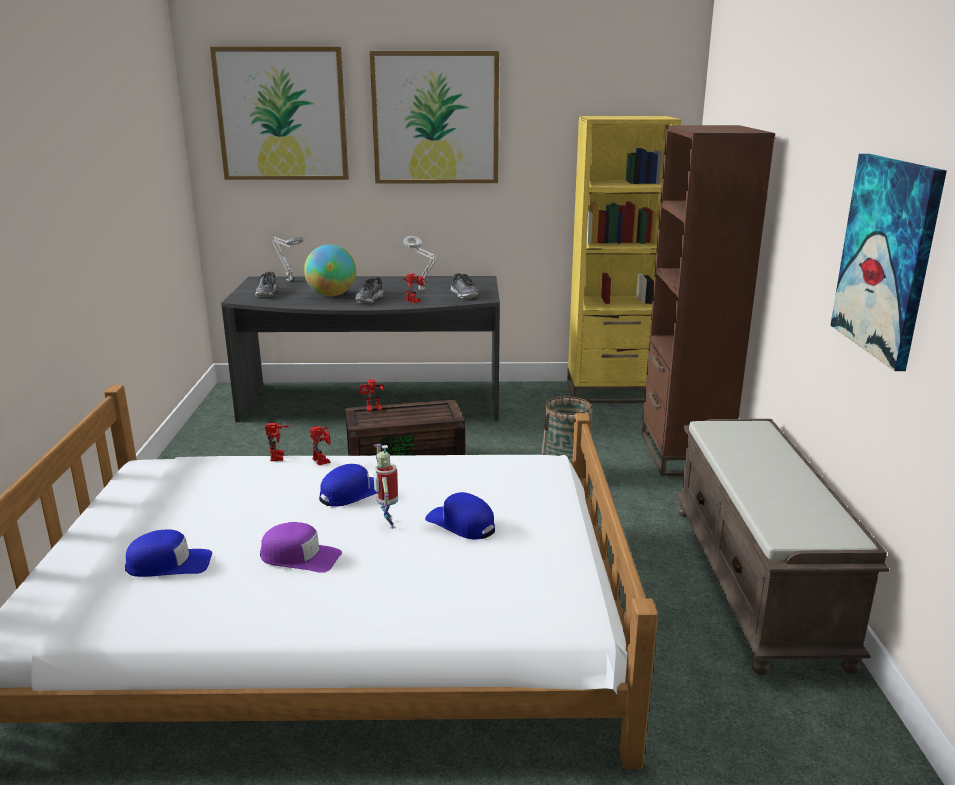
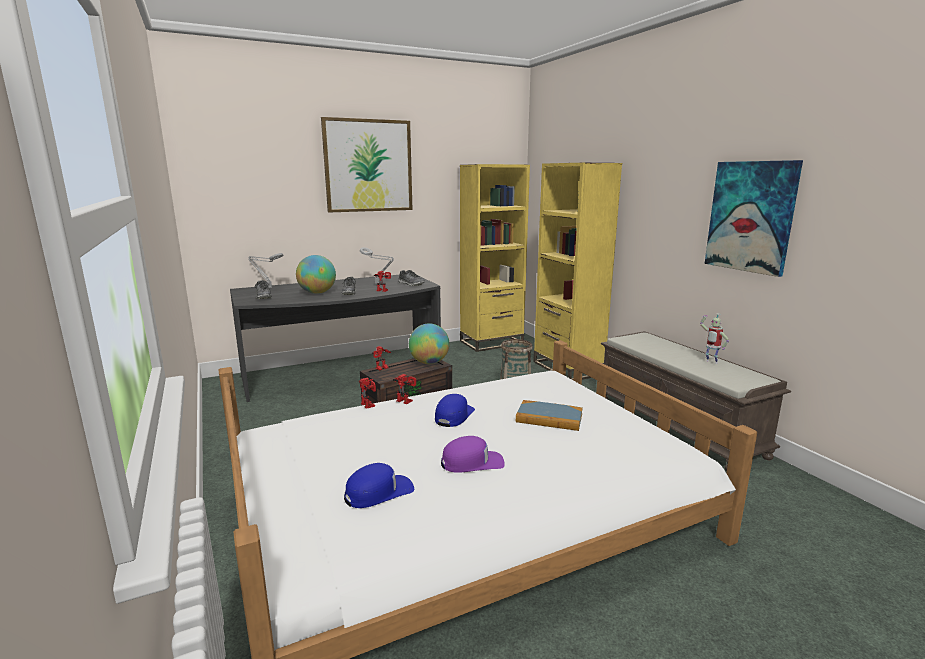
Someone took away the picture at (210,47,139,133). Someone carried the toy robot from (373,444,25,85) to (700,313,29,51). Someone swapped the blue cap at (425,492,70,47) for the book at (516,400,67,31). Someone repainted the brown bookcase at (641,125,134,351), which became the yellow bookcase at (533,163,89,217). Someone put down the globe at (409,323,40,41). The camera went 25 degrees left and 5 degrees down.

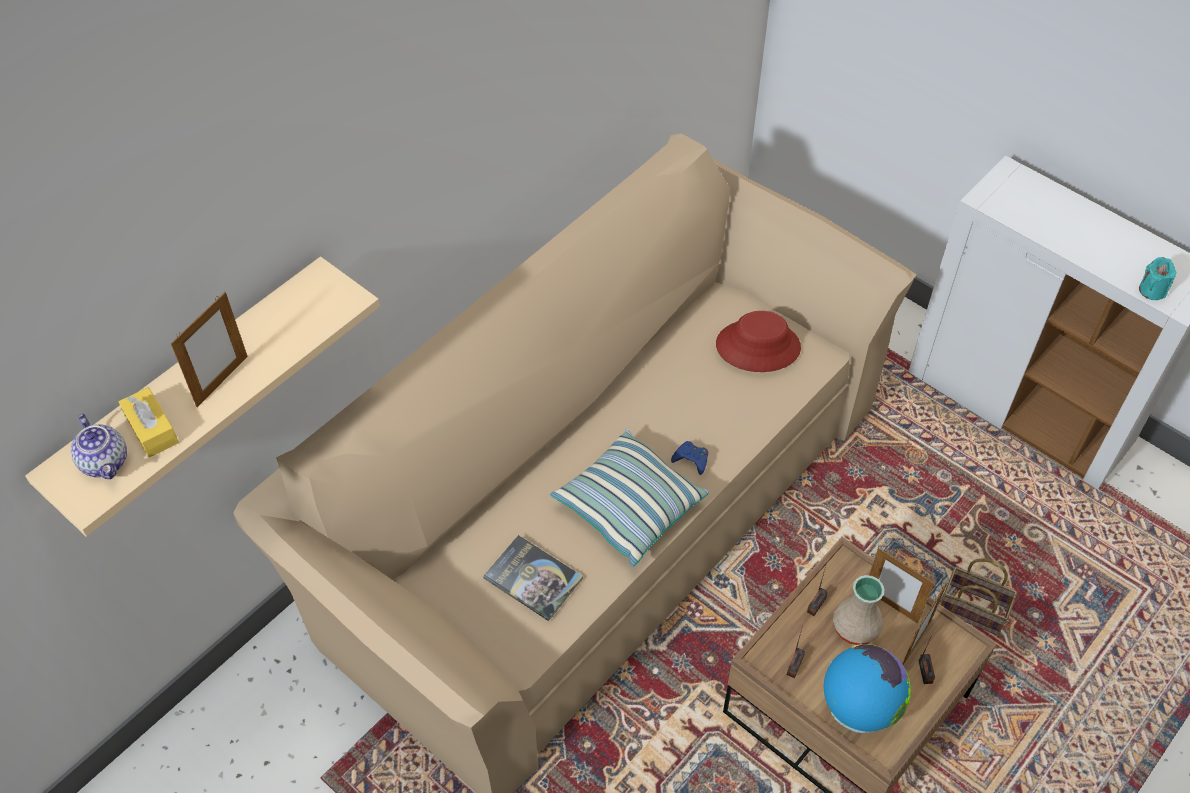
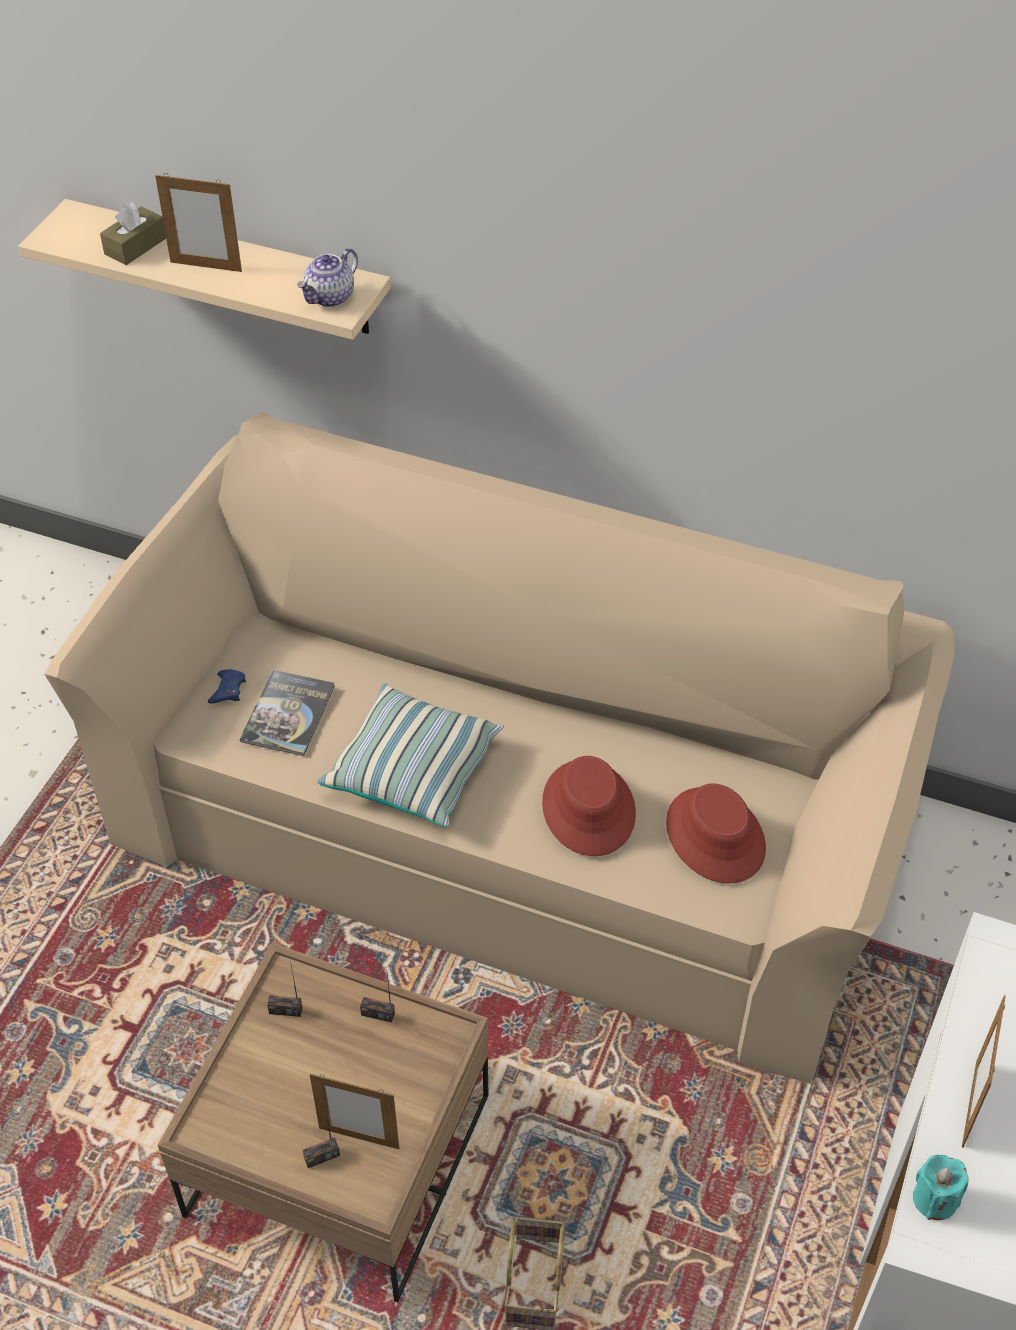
Someone carried the teapot from (71,414,56,65) to (297,248,61,59). Someone repainted the yellow tissue box at (119,387,60,71), which became the brown tissue box at (100,202,66,63). Someone carried the blue game controller from (671,441,37,34) to (208,669,38,34). Someone took away the globe at (824,644,87,89). Someone took away the beige vase at (833,575,51,70). Someone carried the picture frame from (869,548,65,75) to (962,995,44,152). Someone put down the red hat at (542,756,94,100). The camera went 70 degrees right and 5 degrees down.

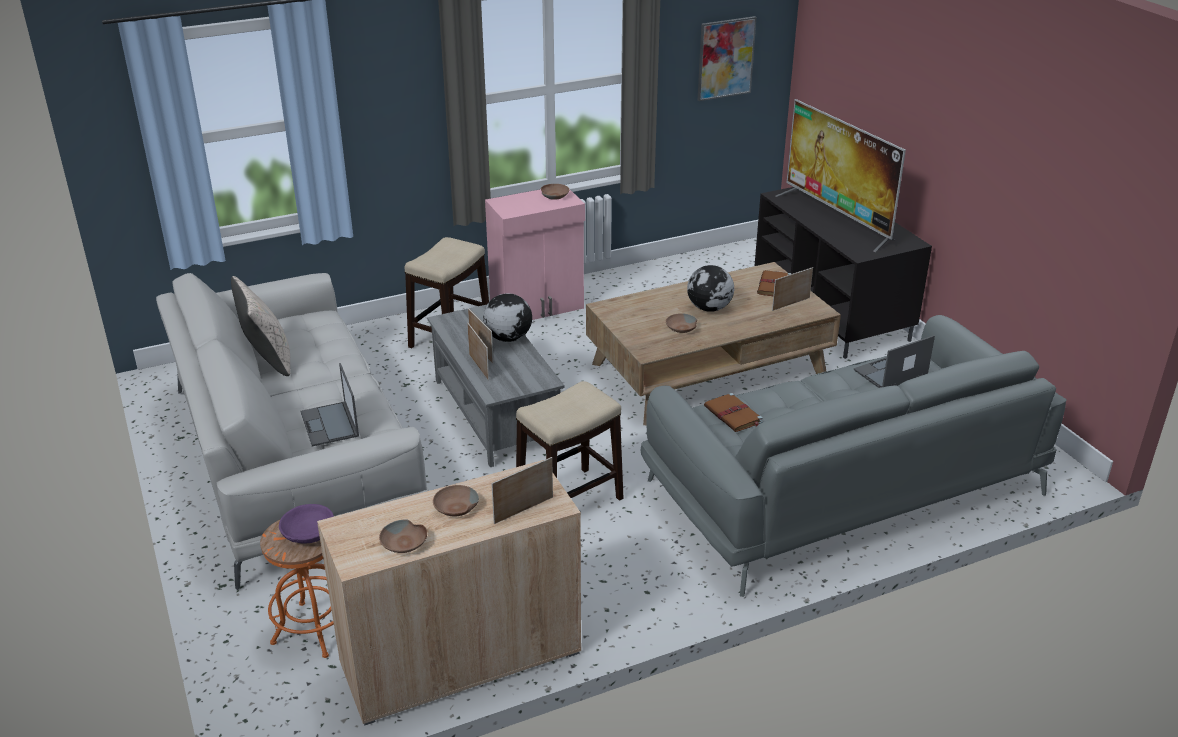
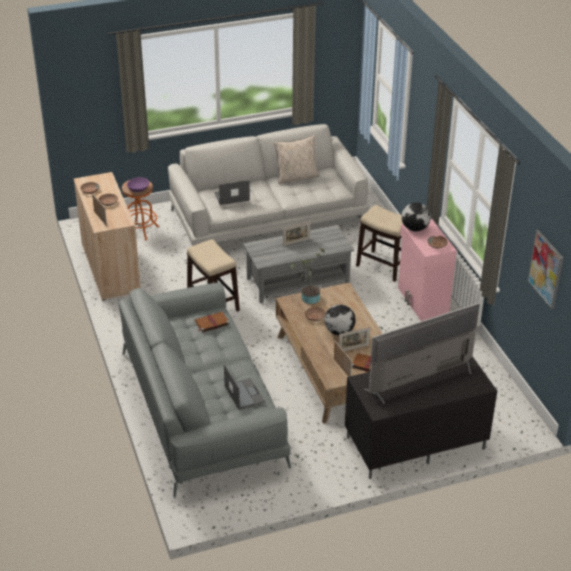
Someone carried the picture frame from (467,323,22,58) to (339,327,31,24). Someone carried the globe from (483,293,49,49) to (401,202,30,29). Someone put down the potted plant at (290,248,35,56). The camera went 95 degrees right and 5 degrees up.

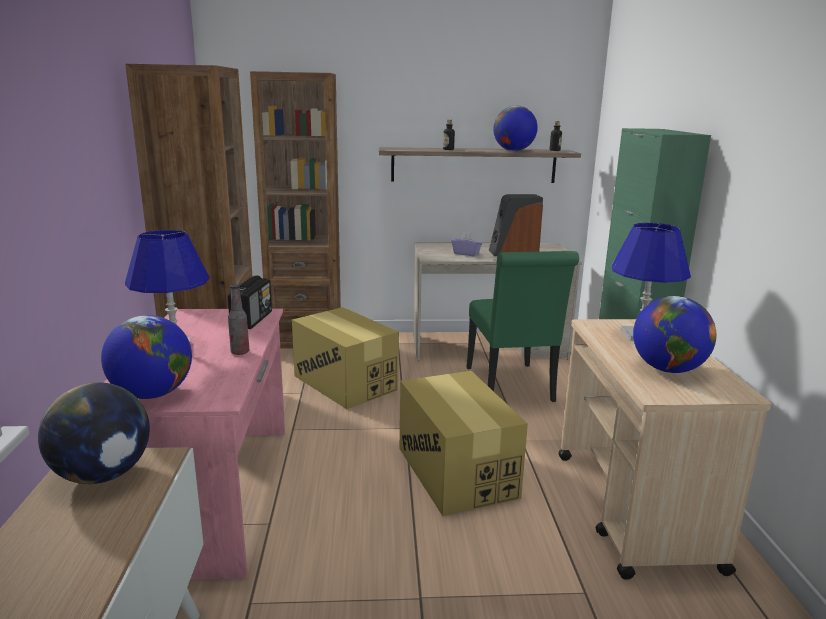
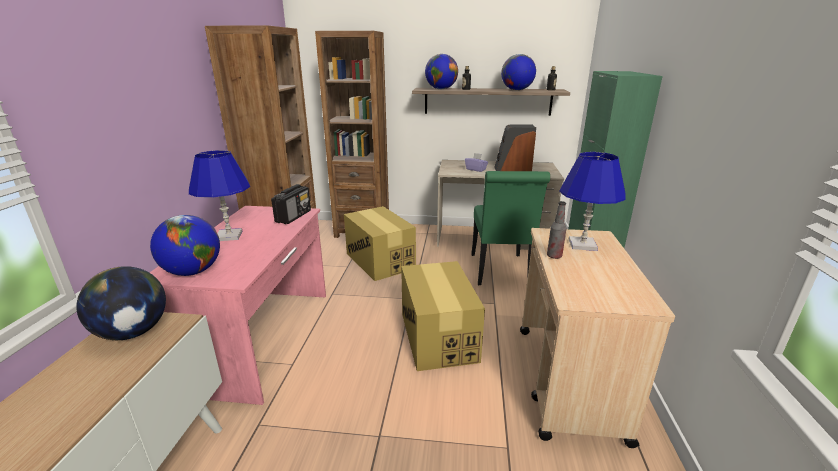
Someone carried the bottle from (228,284,21,71) to (547,201,20,58). Someone carried the globe from (633,296,83,77) to (425,54,33,35). The camera went 10 degrees right and 5 degrees up.

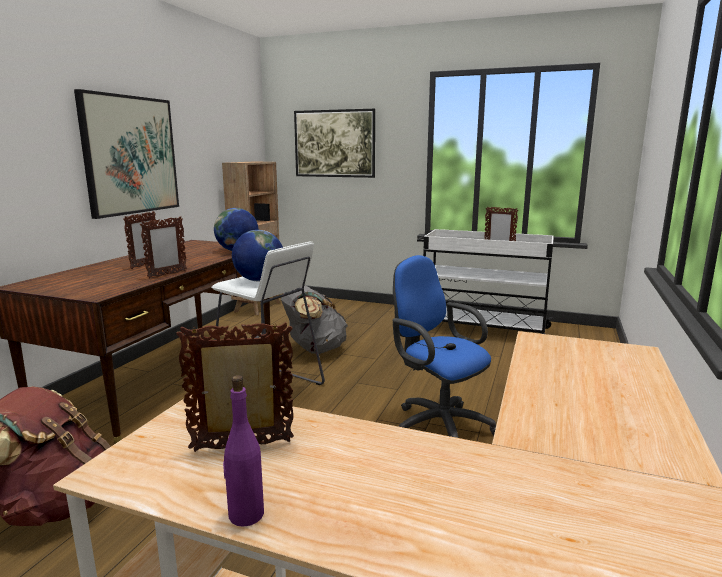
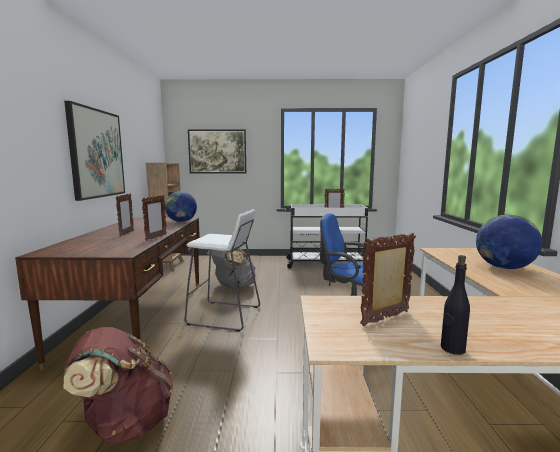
Someone repainted the purple bottle at (223,375,41,152), which became the black bottle at (441,255,29,100). Someone carried the globe from (232,230,51,51) to (476,215,66,54). The camera went 20 degrees left and 5 degrees down.

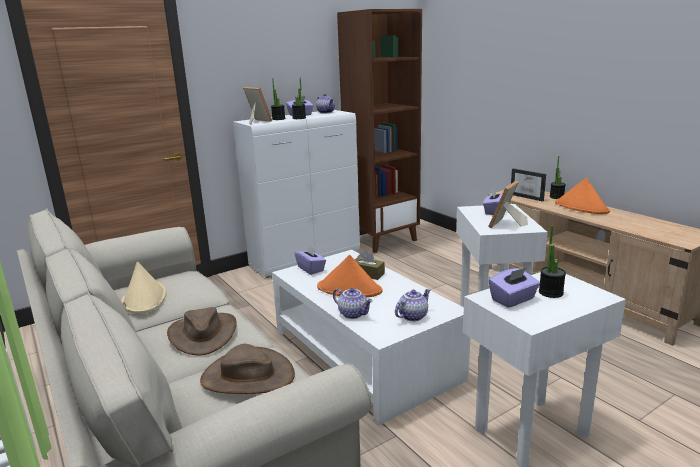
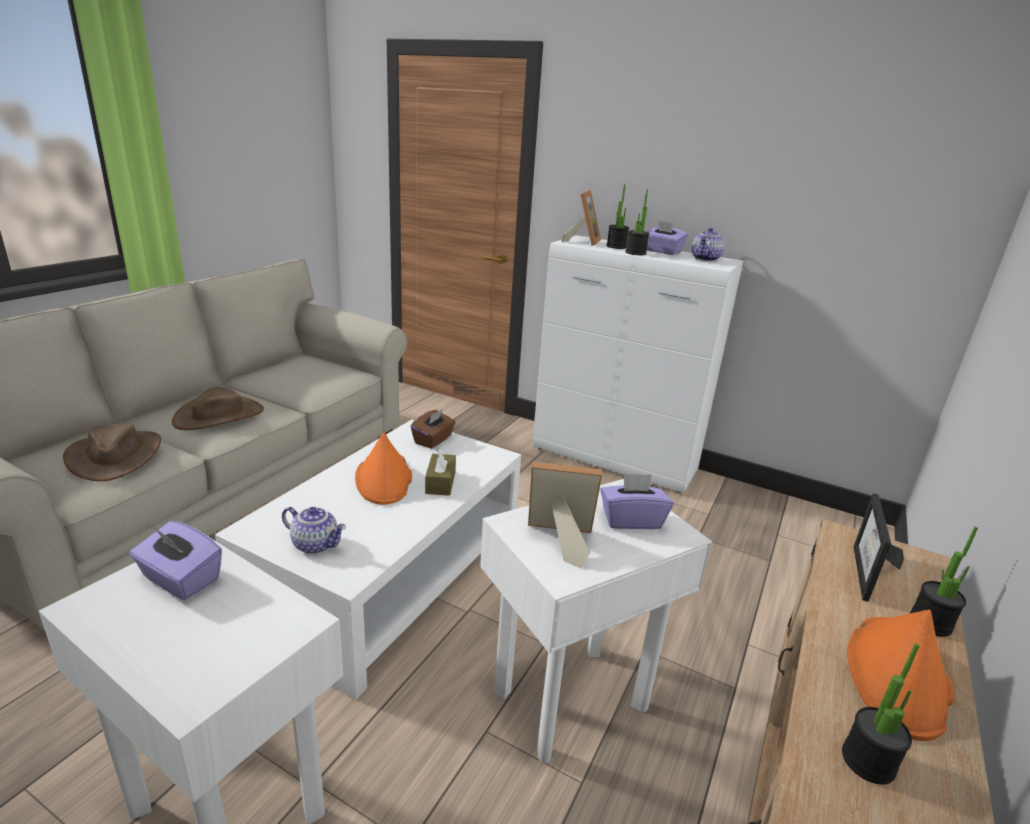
Someone took away the beige hat at (122,261,44,53). Someone repainted the purple tissue box at (295,245,31,30), which became the brown tissue box at (411,409,44,40). Someone took away the teapot at (333,288,40,31). Someone took away the brown bookcase at (337,9,85,244). Someone carried the potted plant from (539,225,27,73) to (842,643,78,142). The camera went 60 degrees right and 5 degrees up.

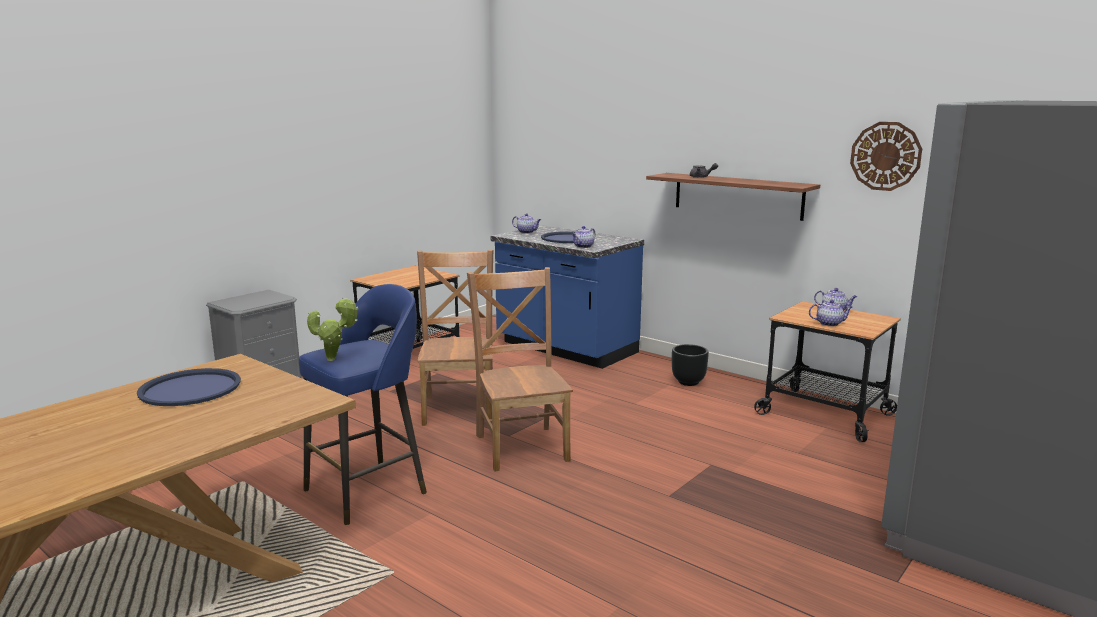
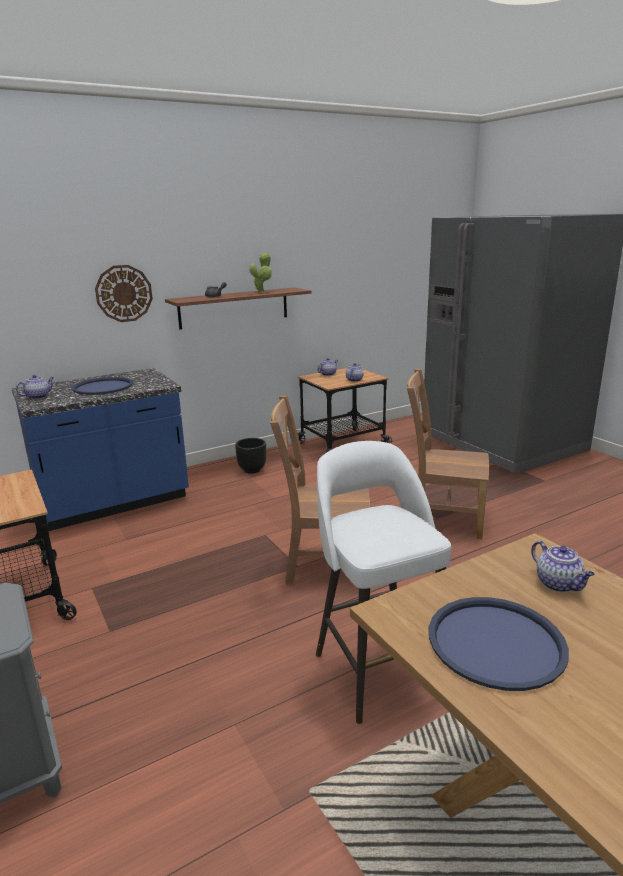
Someone repainted the blue stool at (299,284,128,241), which became the white stool at (316,441,135,283). Someone carried the potted plant from (307,297,52,64) to (249,253,23,40). Someone carried the brown chair from (417,249,76,177) to (407,369,82,170). Someone carried the teapot from (572,226,24,22) to (531,541,64,51). Someone carried the wall clock from (850,122,72,69) to (95,265,58,57). The camera went 70 degrees left and 5 degrees up.

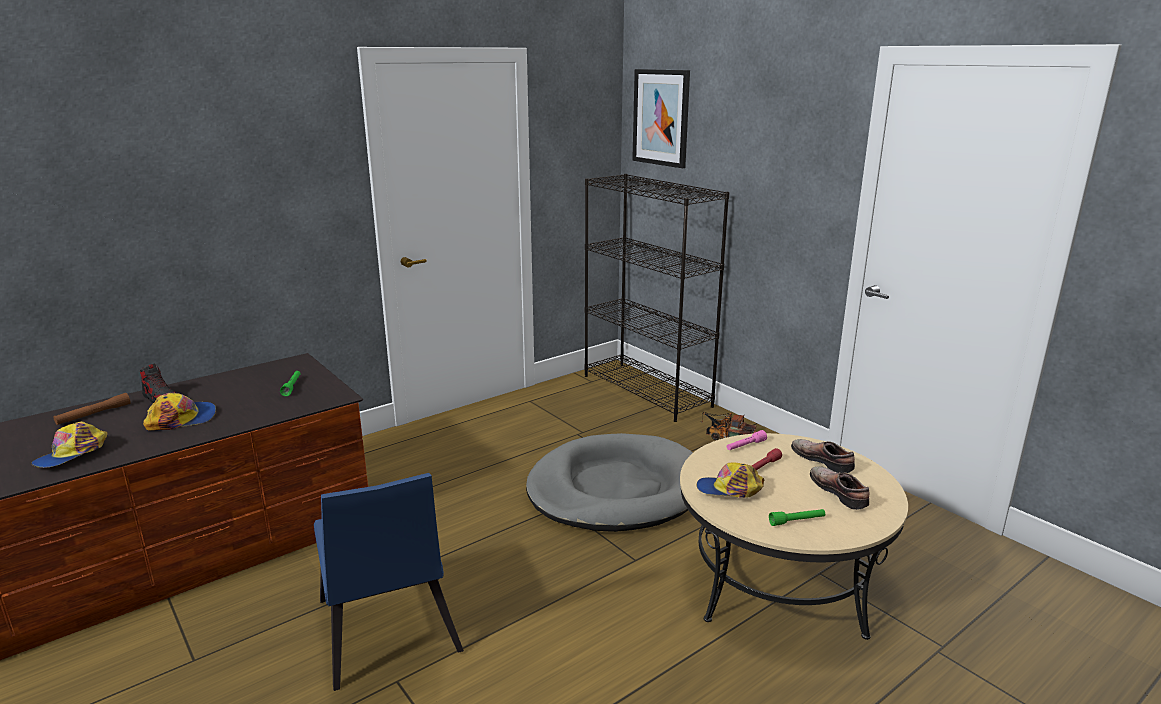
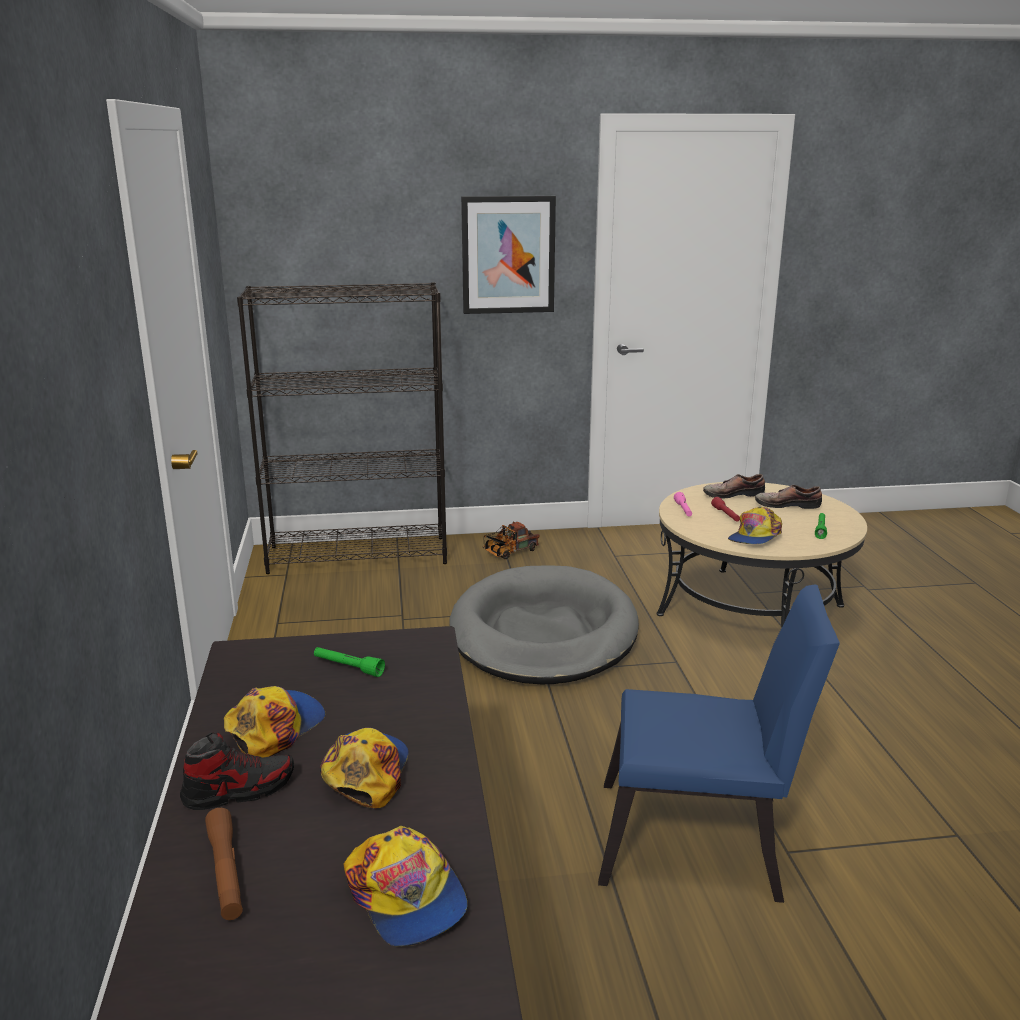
Someone carried the picture from (632,69,58,99) to (461,196,95,118). Someone put down the cap at (224,686,101,71). The camera went 60 degrees left and 0 degrees up.

